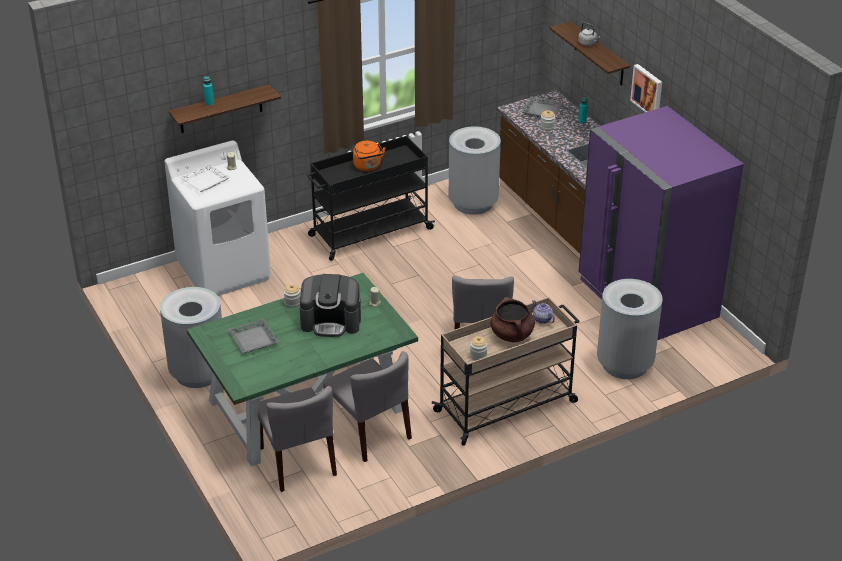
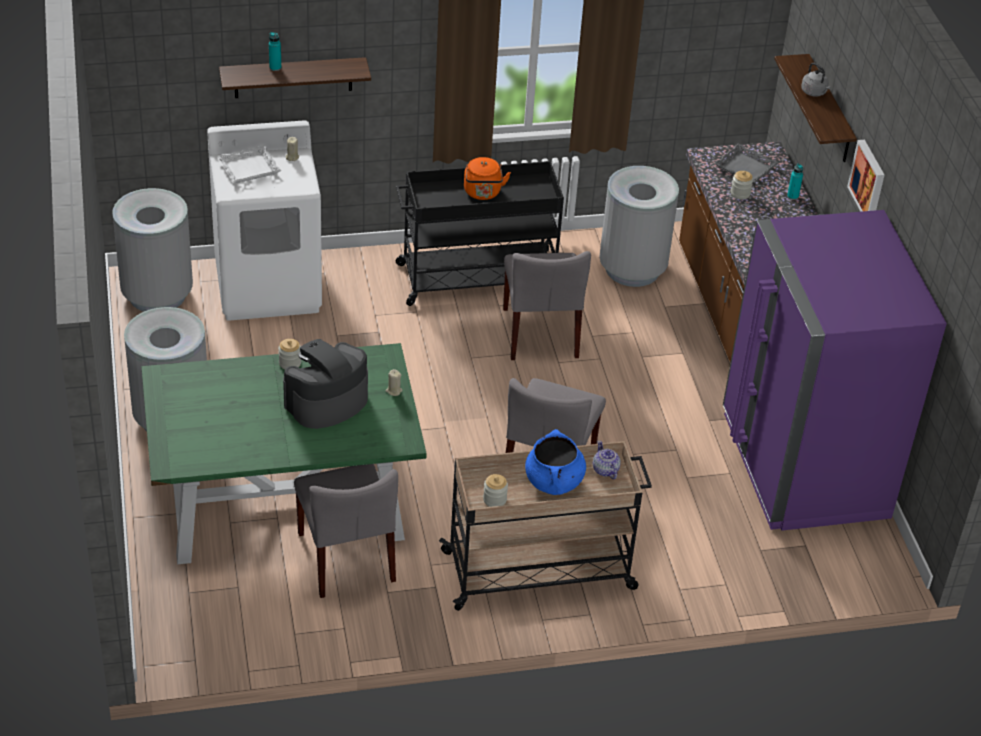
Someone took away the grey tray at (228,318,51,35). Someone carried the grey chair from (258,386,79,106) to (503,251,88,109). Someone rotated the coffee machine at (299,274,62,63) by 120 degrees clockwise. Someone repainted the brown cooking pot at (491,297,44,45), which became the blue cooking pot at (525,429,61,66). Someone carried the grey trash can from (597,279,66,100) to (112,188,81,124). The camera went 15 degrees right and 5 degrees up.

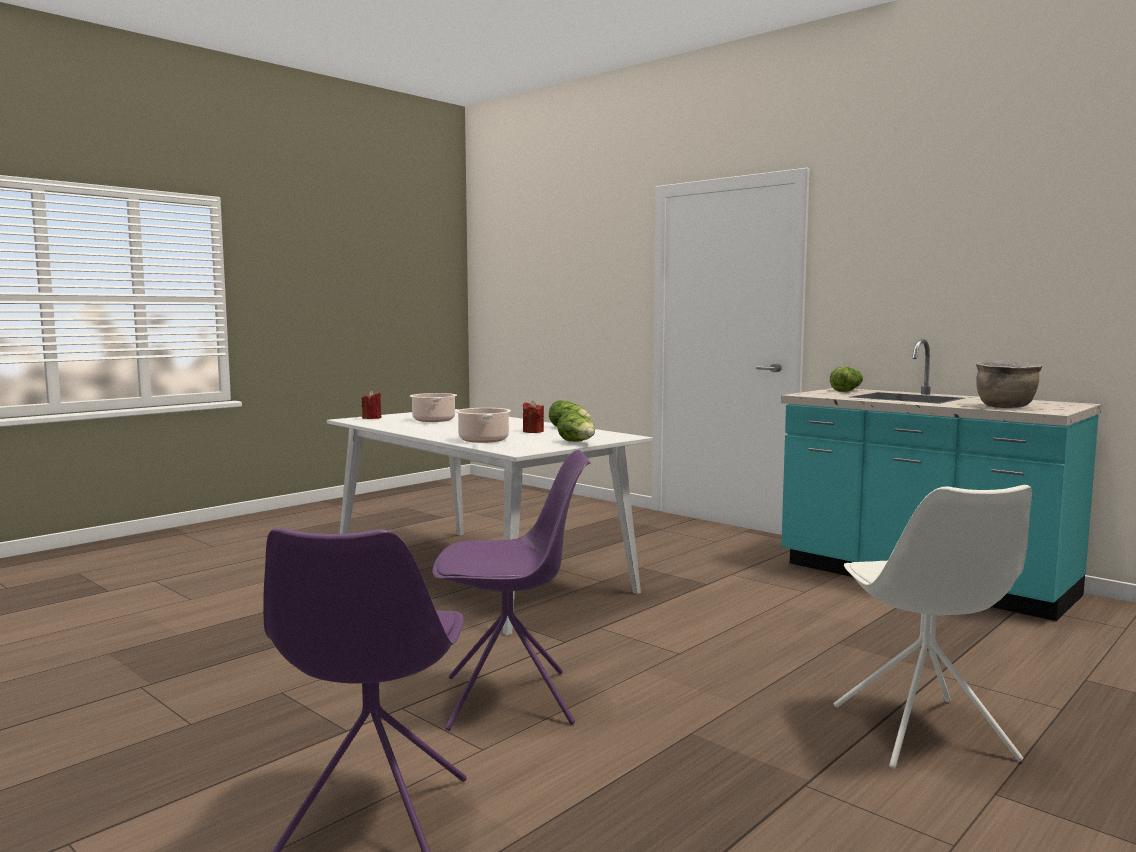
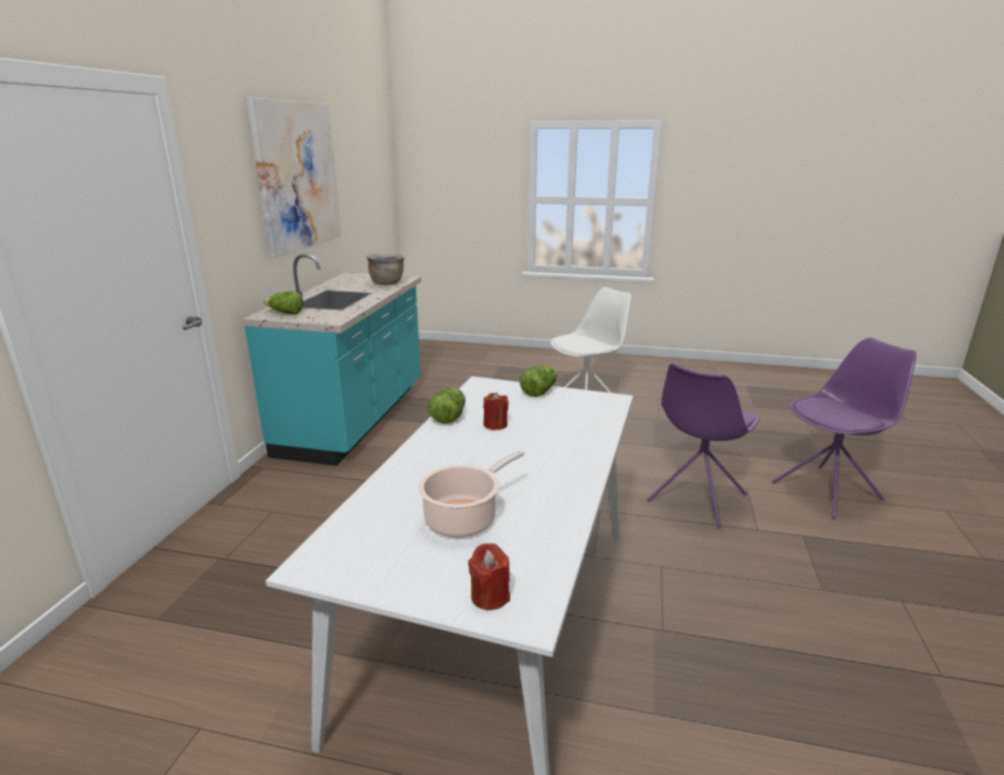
Someone rotated the purple chair at (432,450,159,281) by 105 degrees counterclockwise. Someone took away the cooking pot at (456,408,55,35). Someone put up the picture at (247,97,95,161). The camera went 120 degrees left and 15 degrees up.

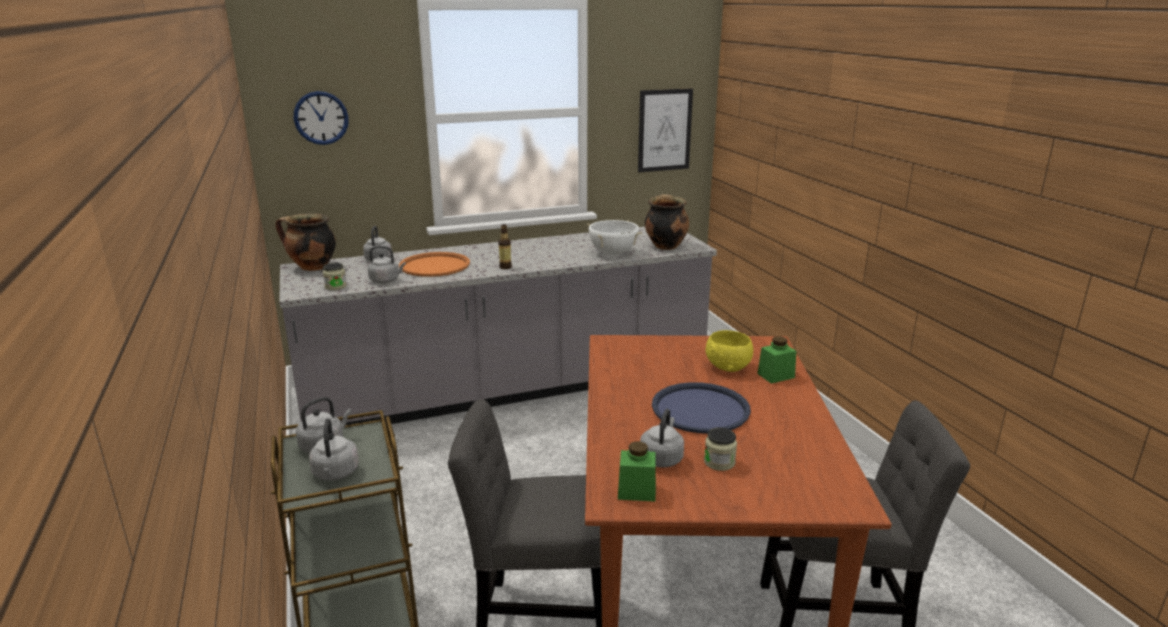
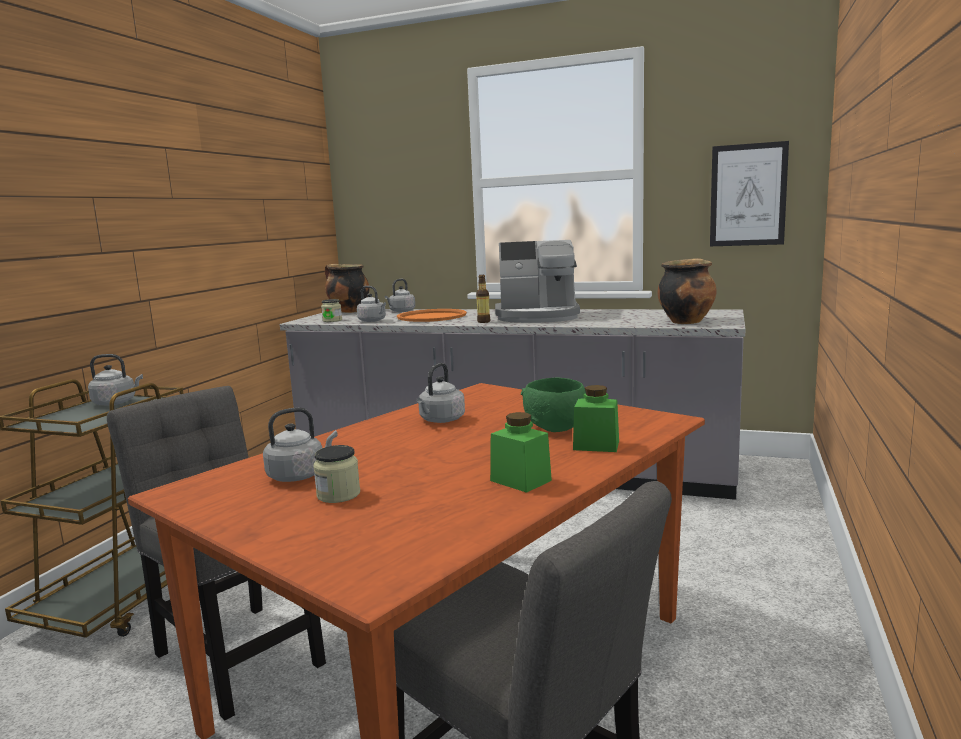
Someone took away the wall clock at (294,91,55,54). Someone carried the grey kettle from (309,418,50,63) to (417,363,48,60). Someone took away the white cooking pot at (587,220,55,35). Someone carried the green jar from (618,441,38,61) to (490,412,62,81). Someone took away the blue tray at (652,382,99,51). Someone repainted the yellow bowl at (706,330,47,42), which became the green bowl at (521,378,65,54). Someone put down the coffee machine at (495,240,85,83). The camera went 40 degrees right and 10 degrees down.

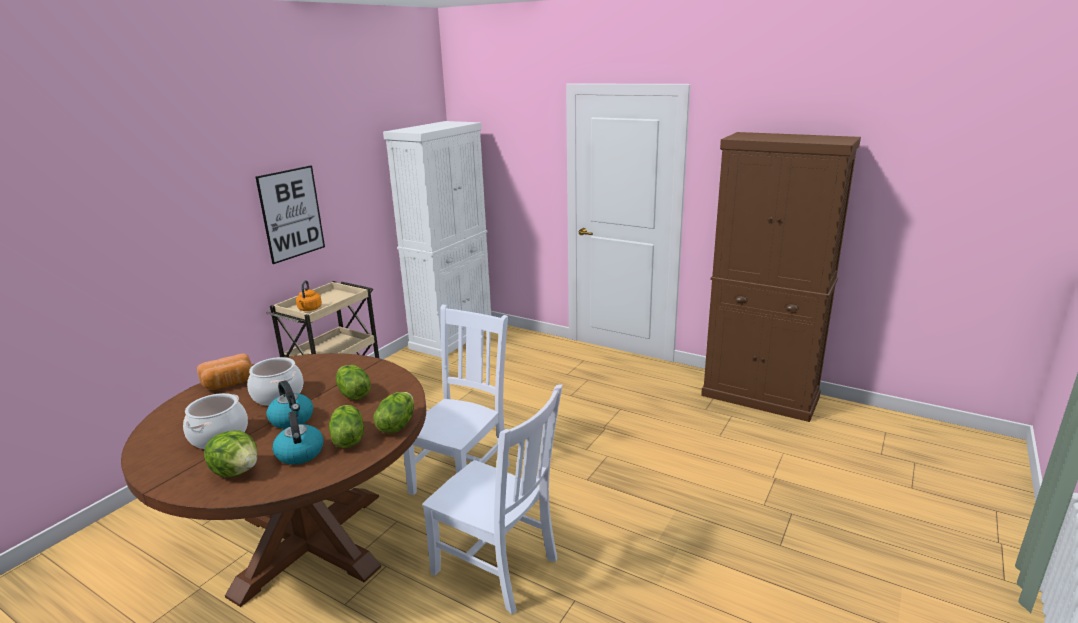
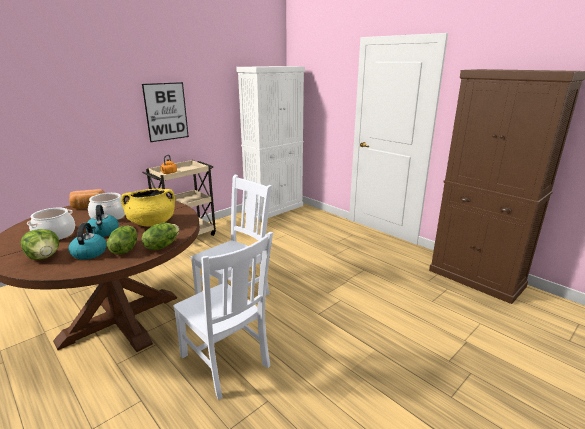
Someone swapped the lettuce at (336,365,35,35) for the yellow cooking pot at (121,188,54,39). The camera went 15 degrees right and 0 degrees up.

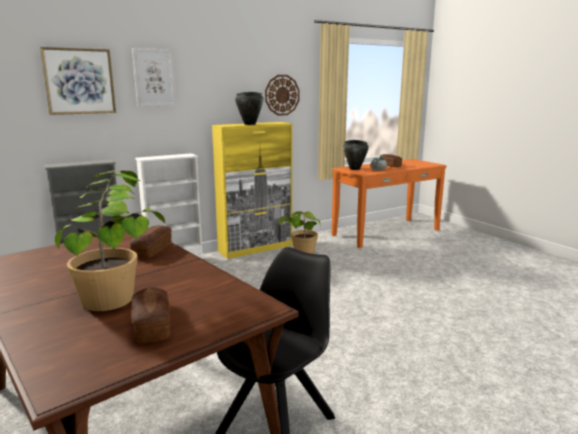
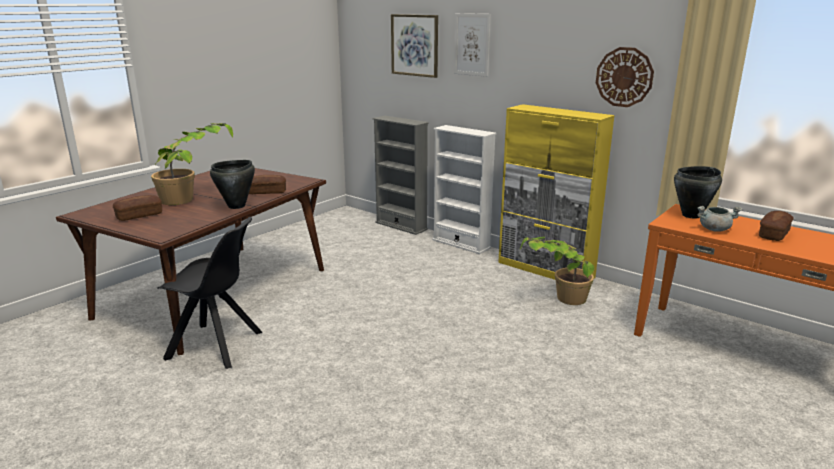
Someone carried the black cooking pot from (235,92,28,33) to (210,160,45,49). The camera went 70 degrees right and 5 degrees up.

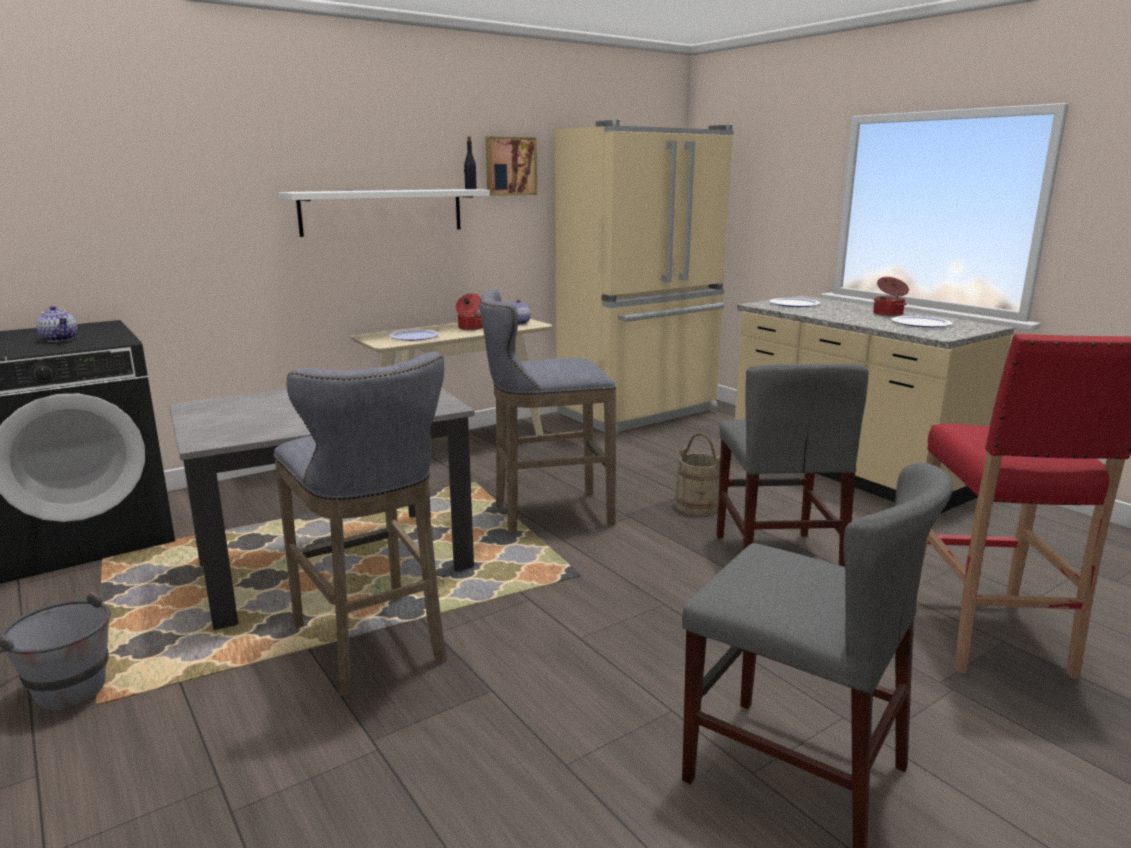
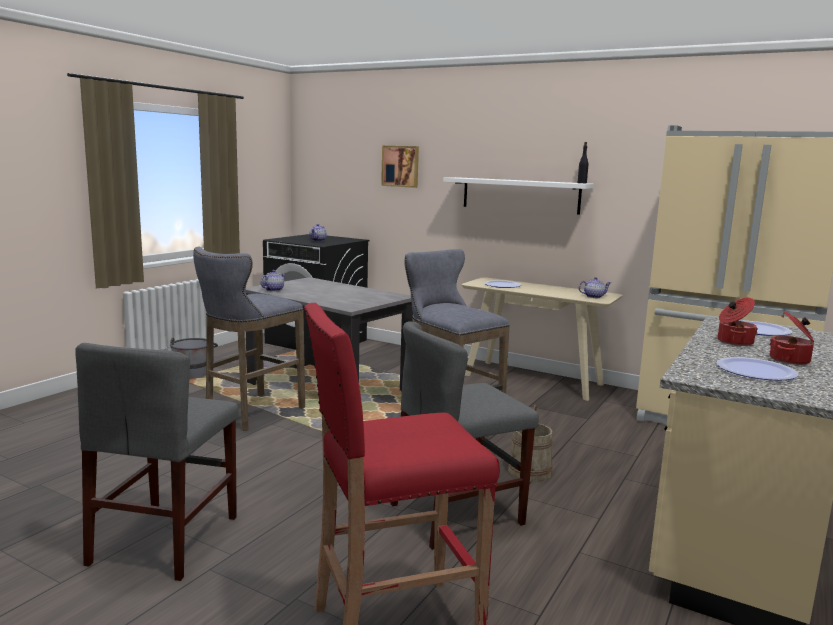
Someone carried the cooking pot from (456,293,27,37) to (718,298,40,48). Someone carried the picture from (485,136,52,60) to (381,146,38,42). Someone put down the teapot at (261,270,25,22). The camera went 65 degrees right and 5 degrees down.

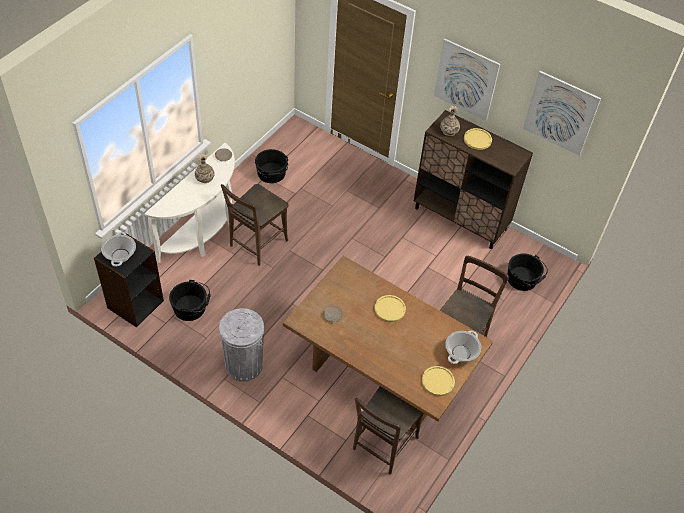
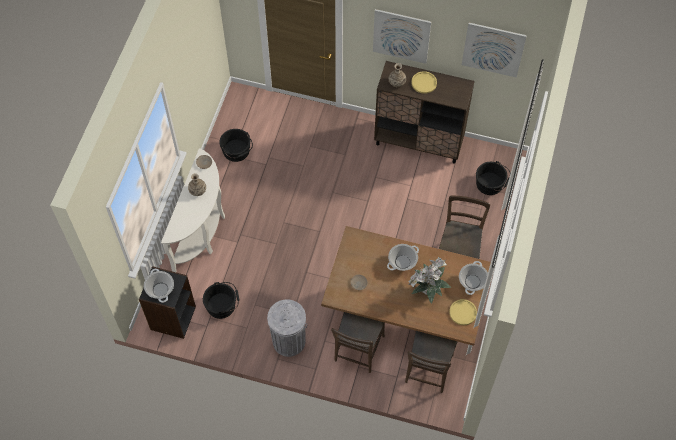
Someone carried the brown chair from (221,184,67,82) to (331,312,54,61). Someone swapped the yellow plate at (375,295,31,27) for the cooking pot at (387,244,32,27). Someone put down the potted plant at (408,257,43,47). The camera went 15 degrees left and 10 degrees up.

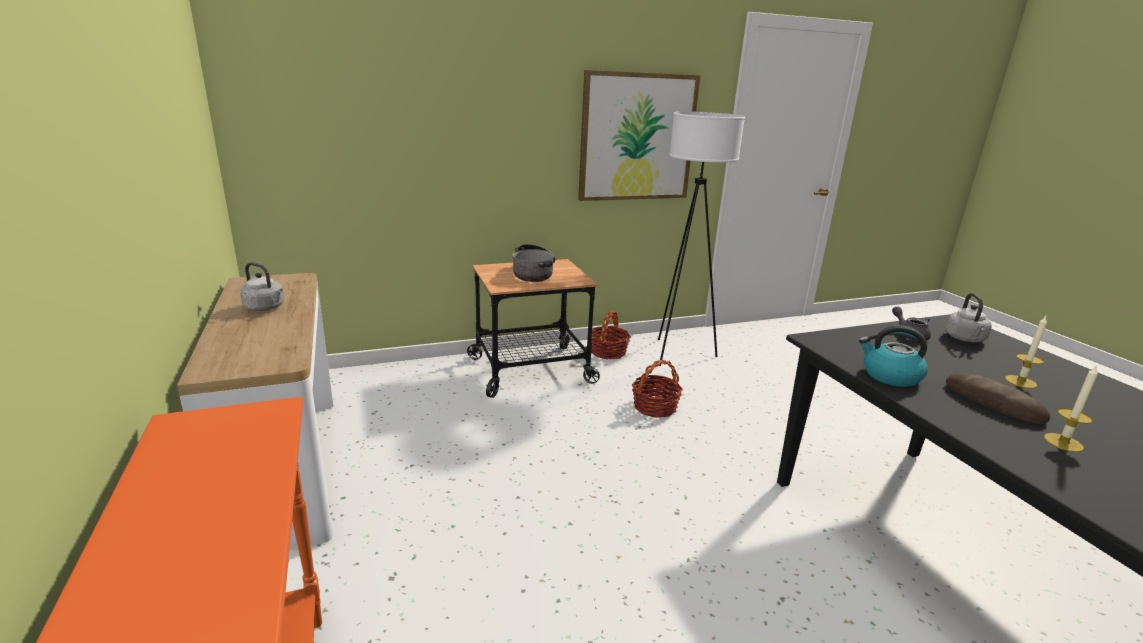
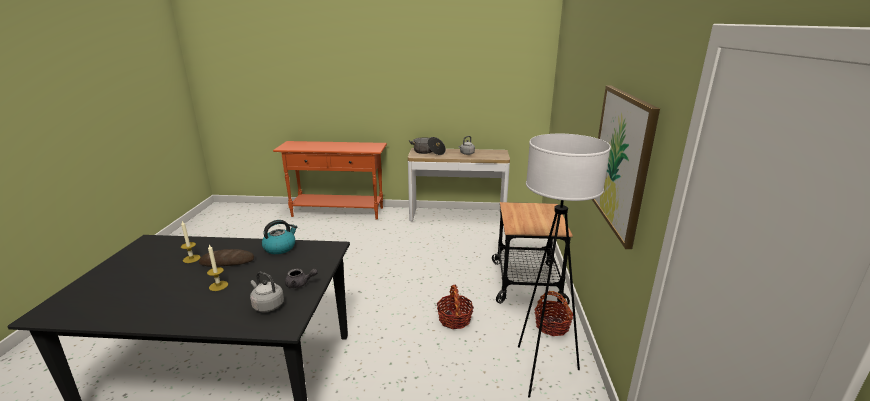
Someone carried the cooking pot from (512,244,44,38) to (409,137,37,18). The camera went 115 degrees right and 0 degrees up.

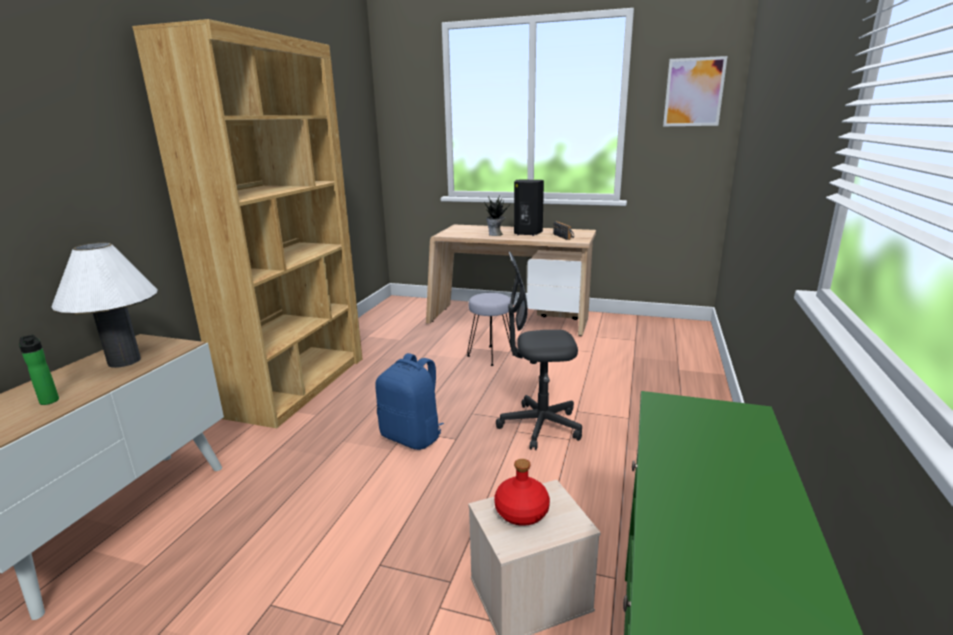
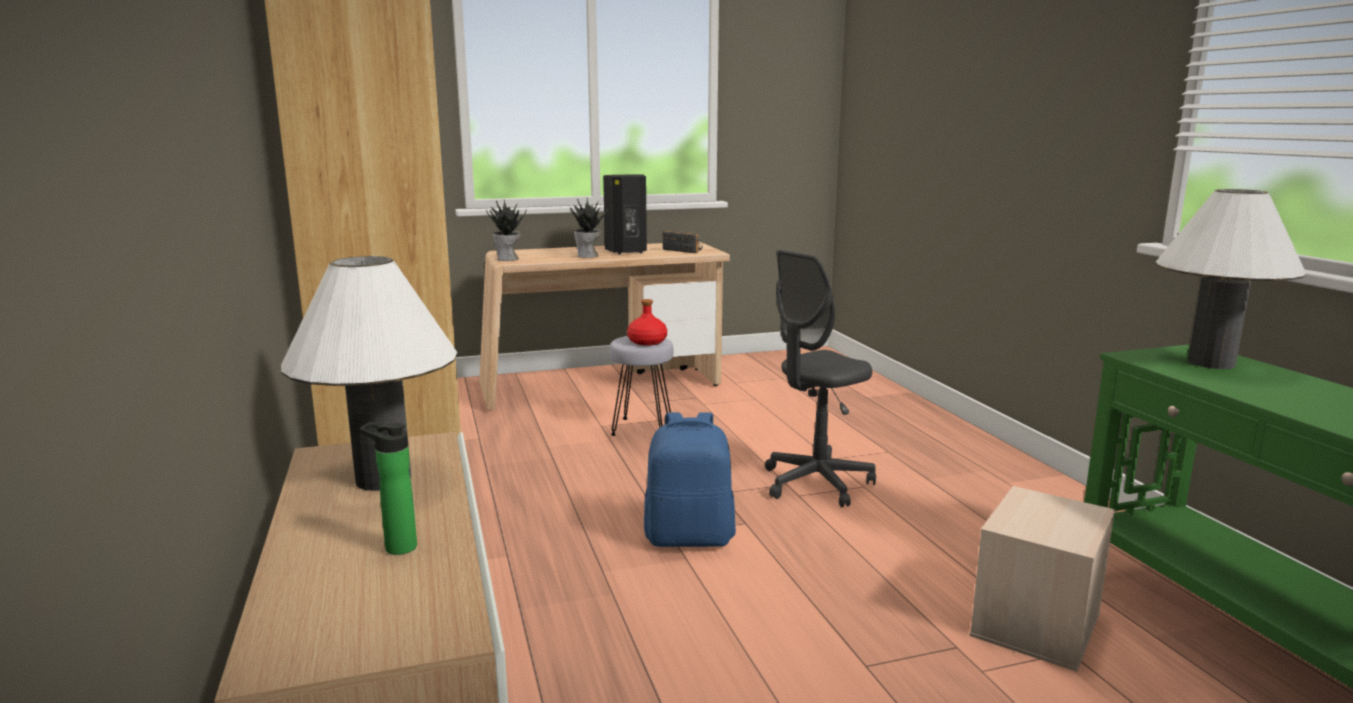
Someone carried the red bottle from (494,459,56,67) to (627,299,40,47). Someone took away the picture at (663,56,65,70). Someone put down the potted plant at (486,200,41,61). Someone put down the white table lamp at (1156,189,150,180). The camera went 35 degrees left and 5 degrees down.

